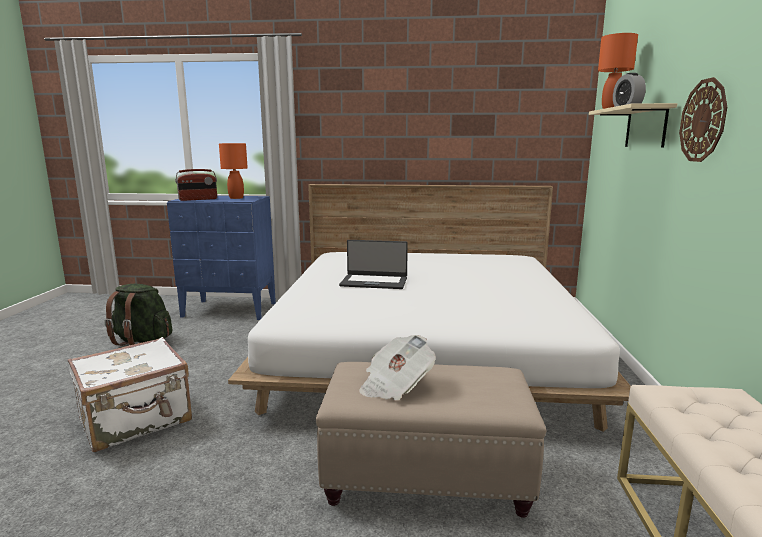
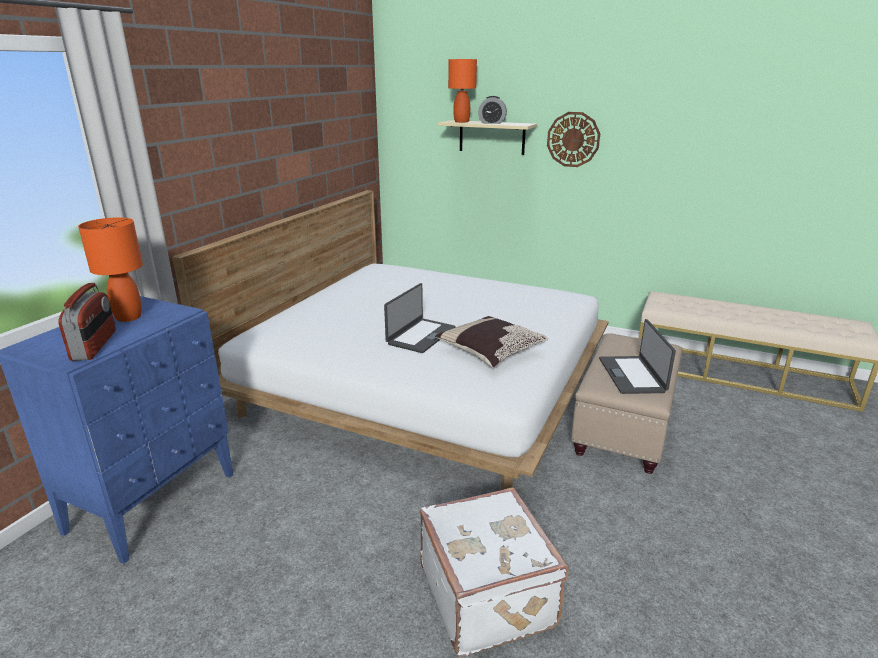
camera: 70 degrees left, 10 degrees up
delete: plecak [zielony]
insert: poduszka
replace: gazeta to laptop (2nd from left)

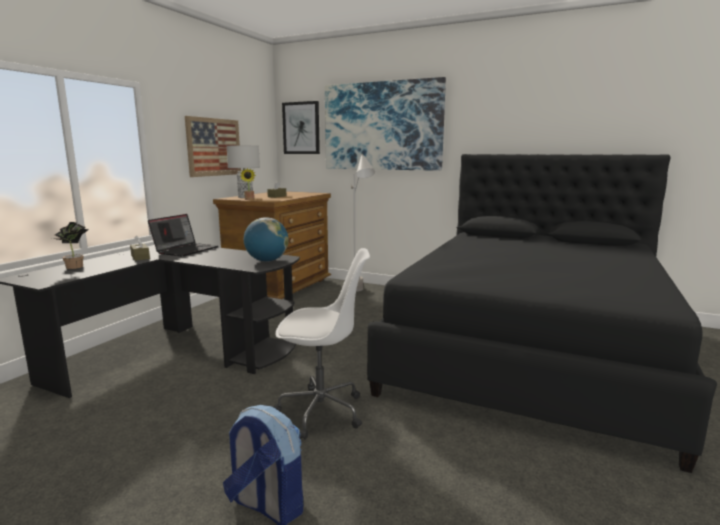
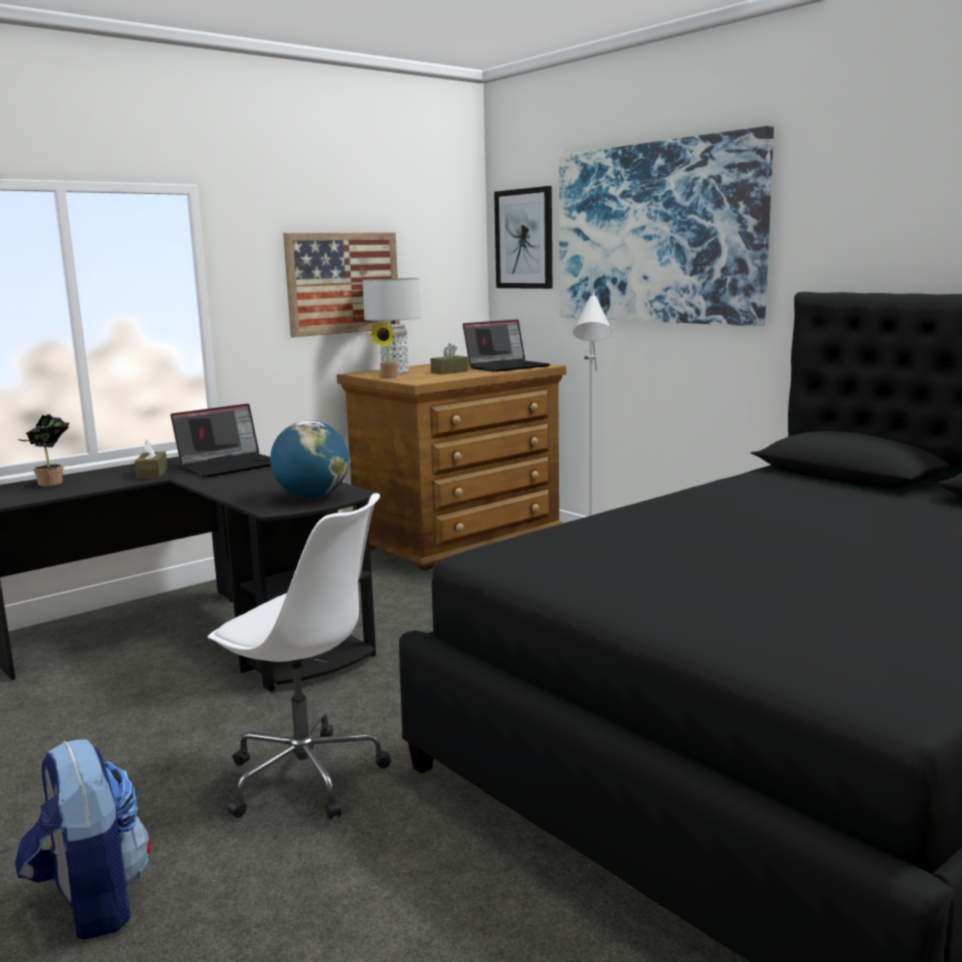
camera: 25 degrees right, 0 degrees up
insert: laptop (2nd from left)

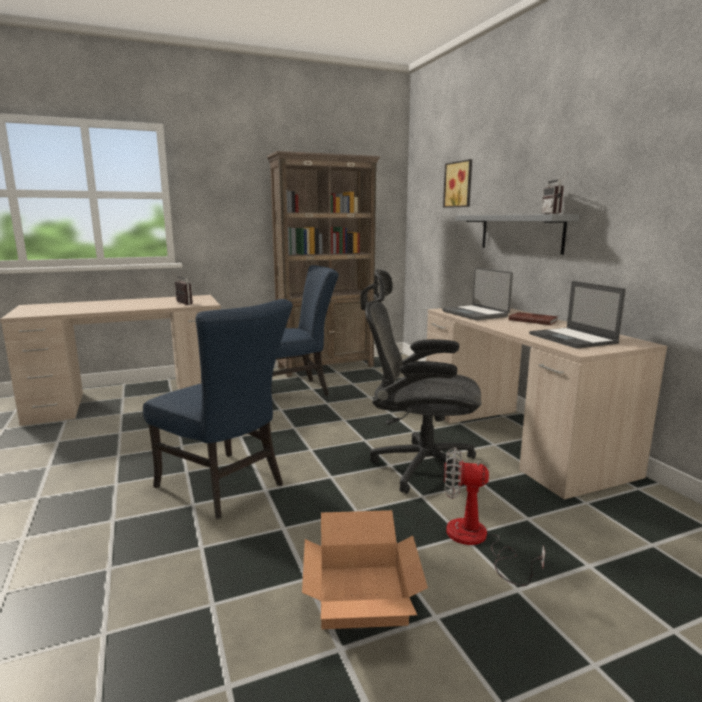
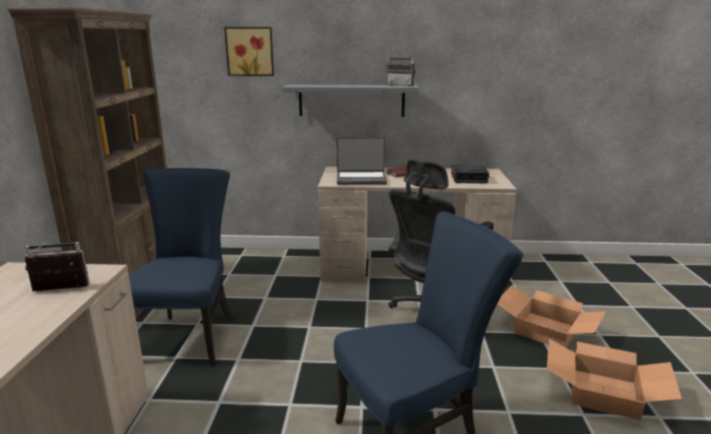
camera: 65 degrees left, 5 degrees up
replace: laptop (2nd from left) to budzik; wentylator to karton (1st from left)

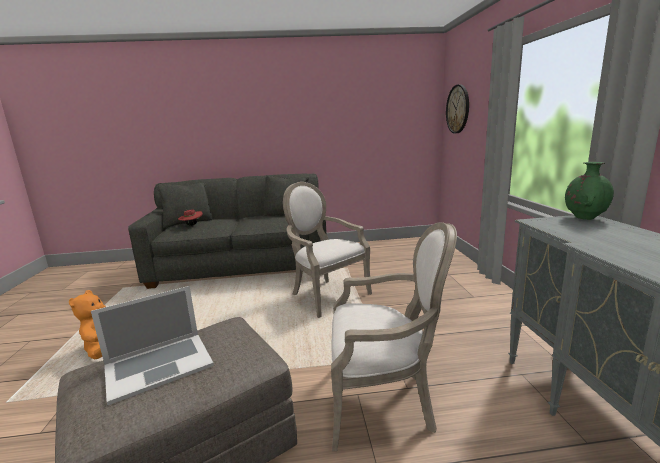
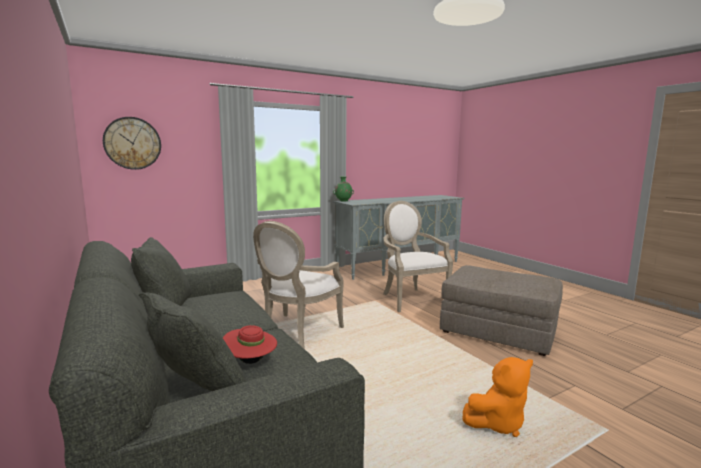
camera: 115 degrees left, 5 degrees down
delete: laptop

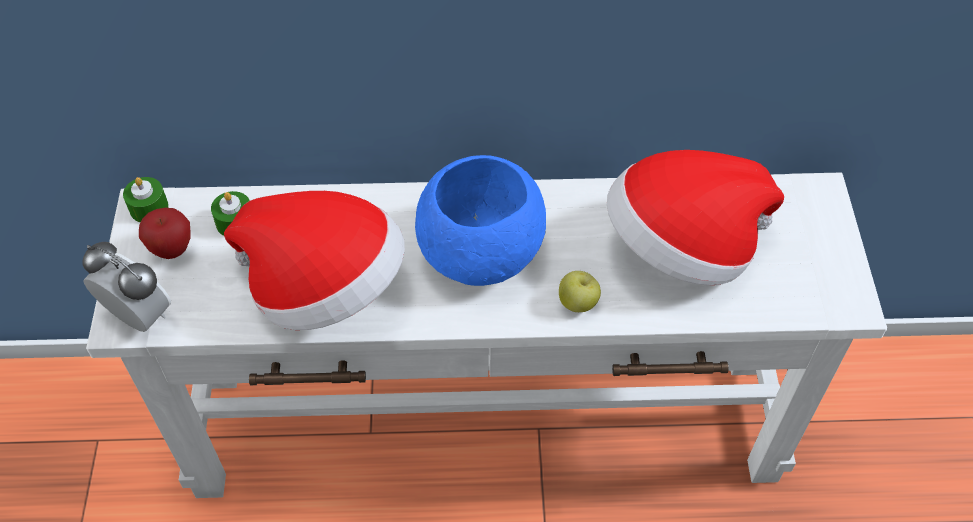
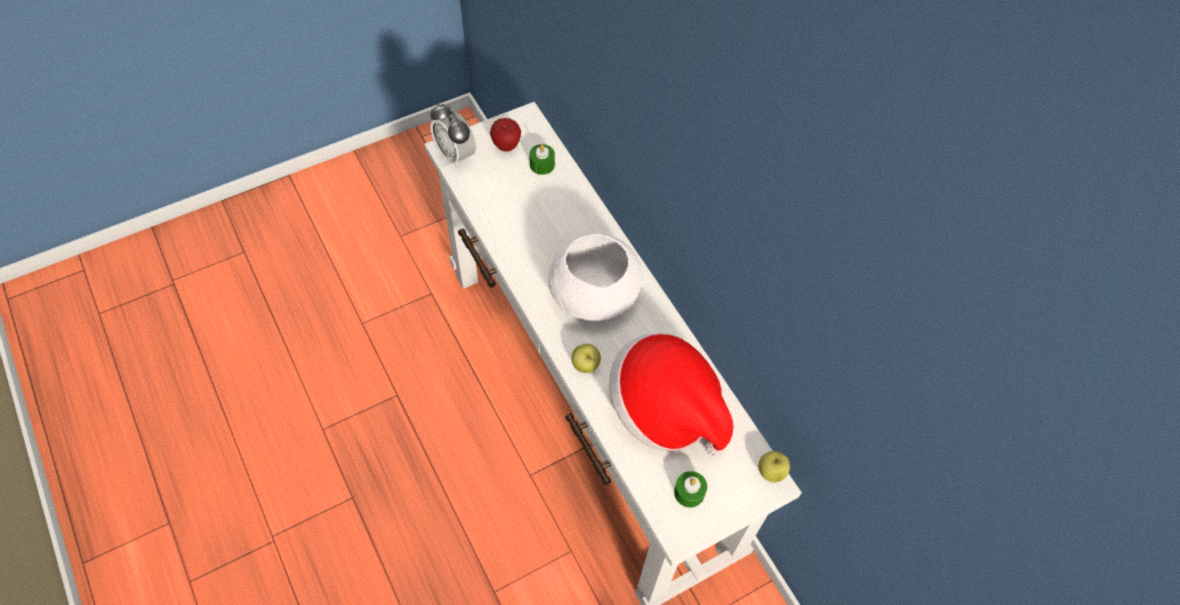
camera: 60 degrees right, 5 degrees up
delete: kapelusz (1st from left)
insert: jabłko (3rd from left)
move: świeca [zielony] (1st from left in the first image) to świeca [zielony] (2nd from left)
recolor: miska [niebieski] to miska [biały]
rotate: budzik 135 degrees clockwise

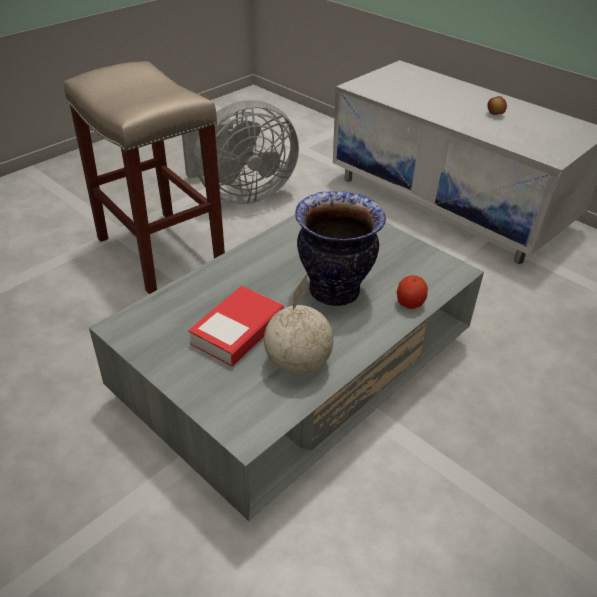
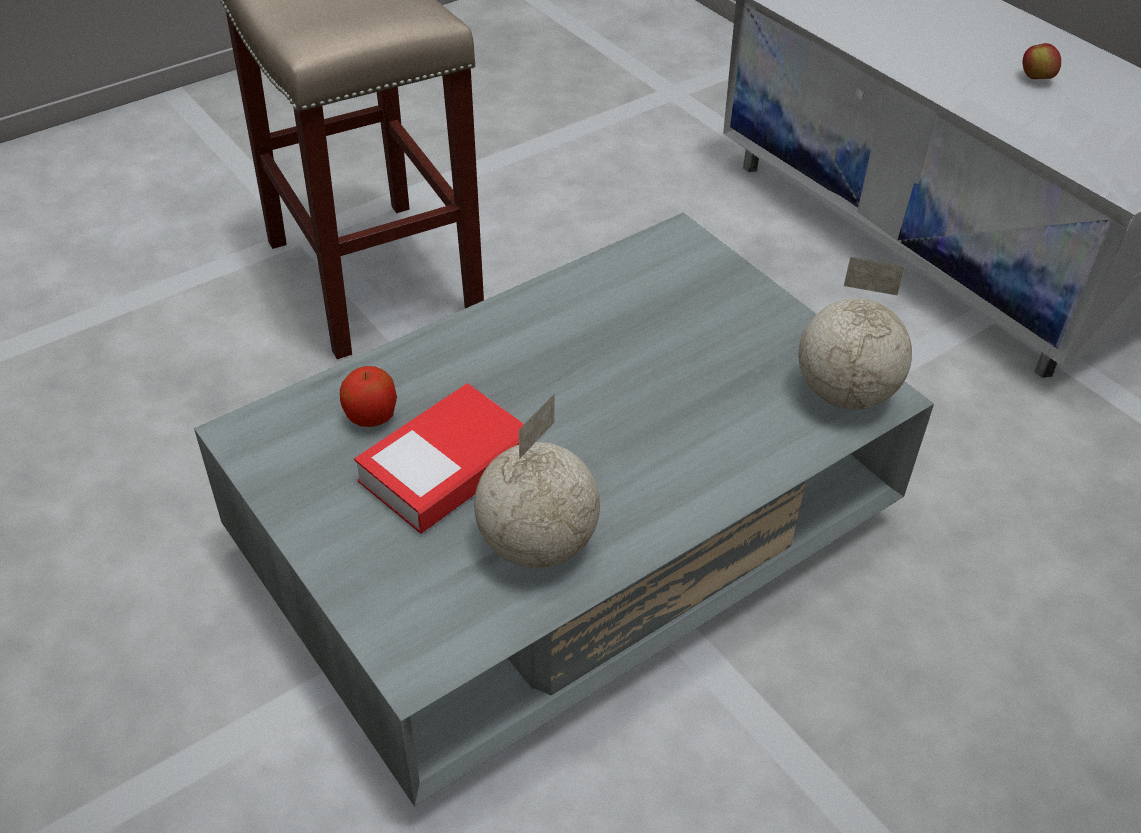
camera: 10 degrees right, 5 degrees up
delete: wentylator [szary]; wazon
insert: globus (2nd from left)
move: jabłko (1st from left)

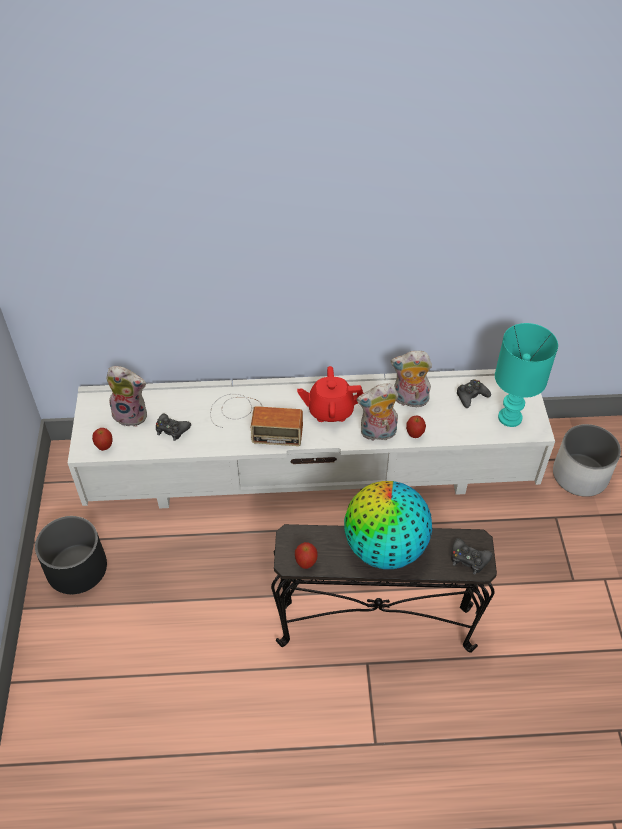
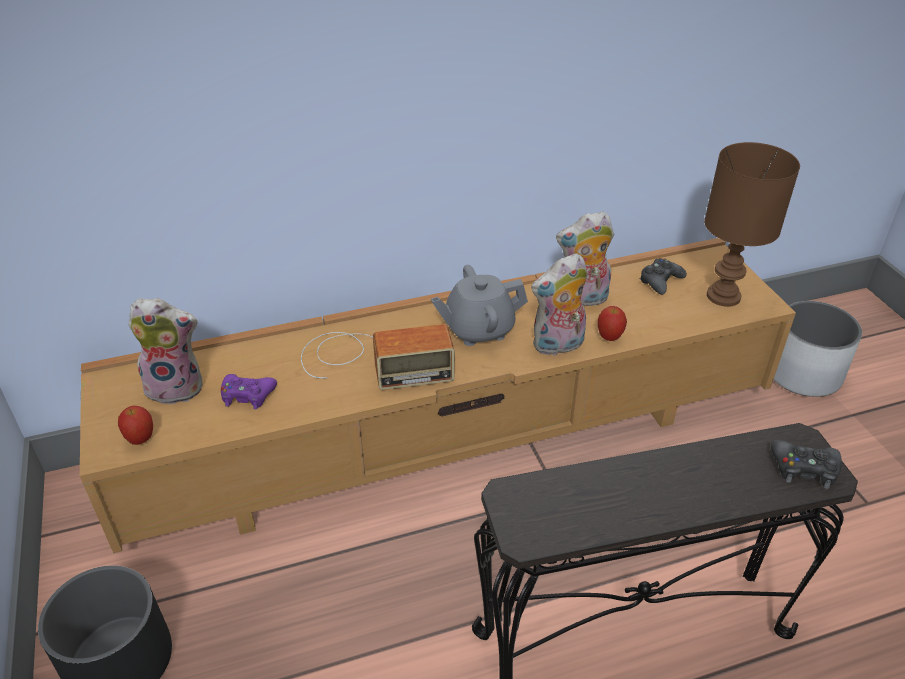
camera: 15 degrees left, 10 degrees down
delete: jabłko (2nd from left); globus
recolor: szafka pod telewizor [biały] to szafka pod telewizor [brązowy]; pad do gier [czarny] (1st from left) to pad do gier [fioletowy]; imbryk [czerwony] to imbryk [szary]; lampa stołowa [turkusowy] to lampa stołowa [brązowy]

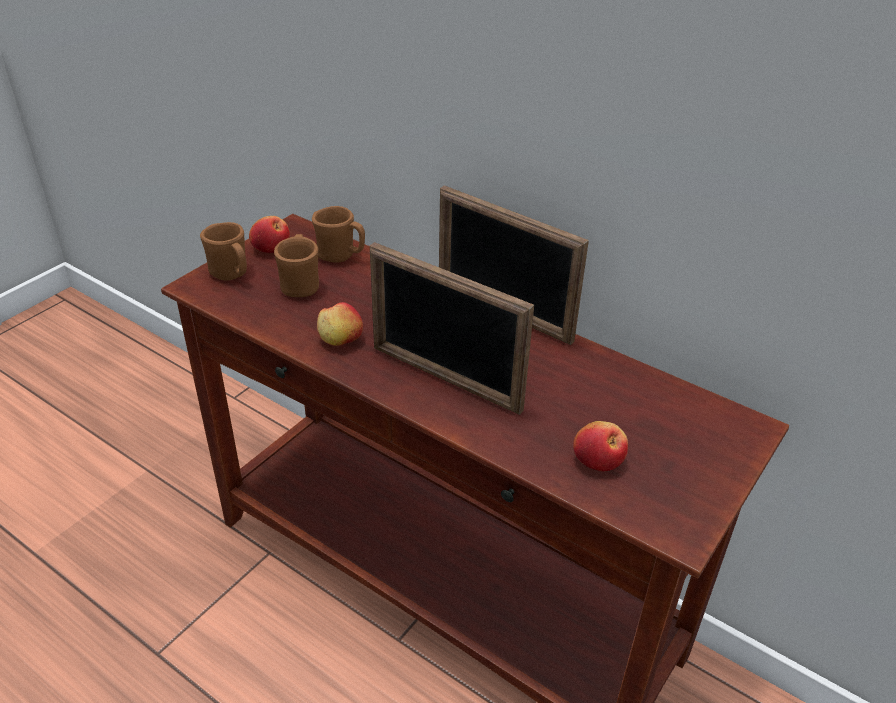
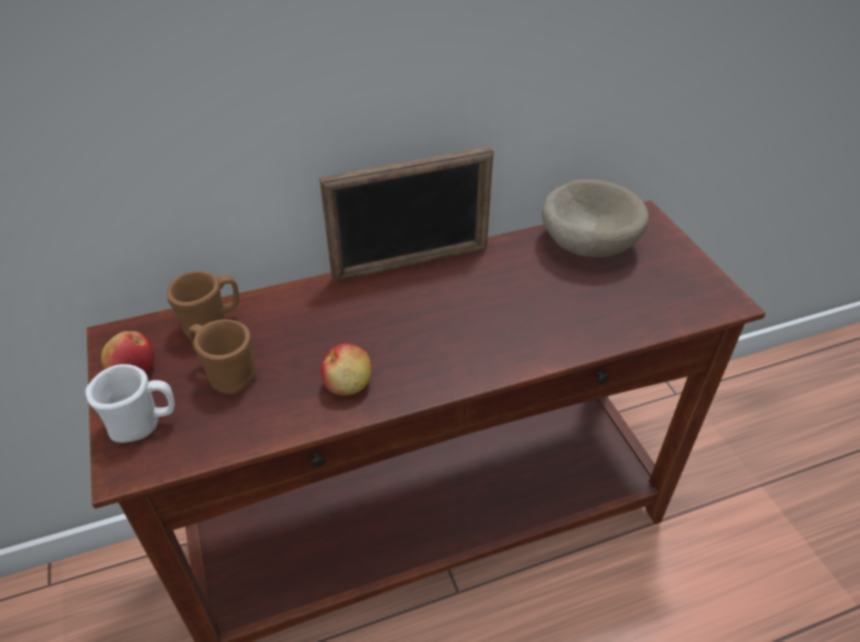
camera: 55 degrees left, 5 degrees up
delete: ramka na zdjęcie (1st from left); jabłko (3rd from left)
insert: miska [beżowy]
recolor: kubek [brązowy] (1st from left) to kubek [biały]

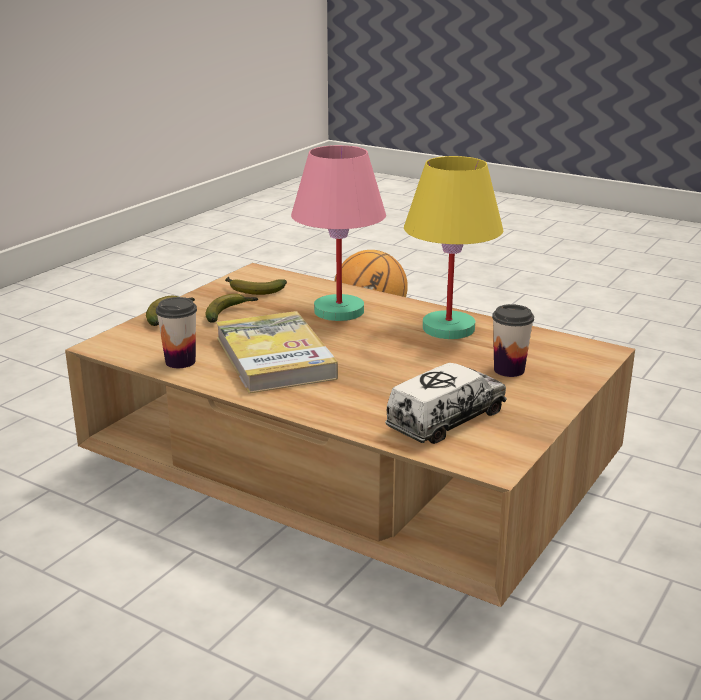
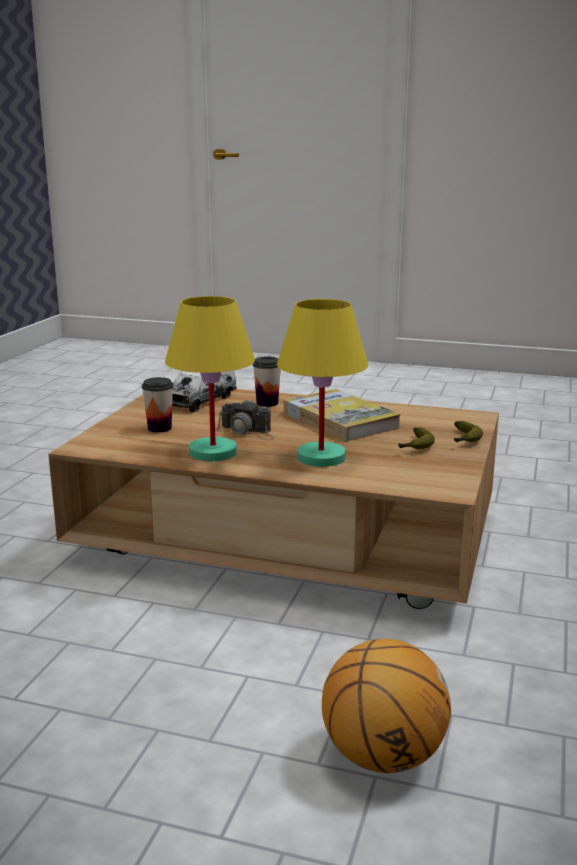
camera: 165 degrees right, 5 degrees down
delete: banan (3rd from left)
insert: aparat fotograficzny
move: filiżanka (1st from left in the first image) to filiżanka (2nd from left)
recolor: lampa stołowa [różowy] to lampa stołowa [żółty] (2nd from left)

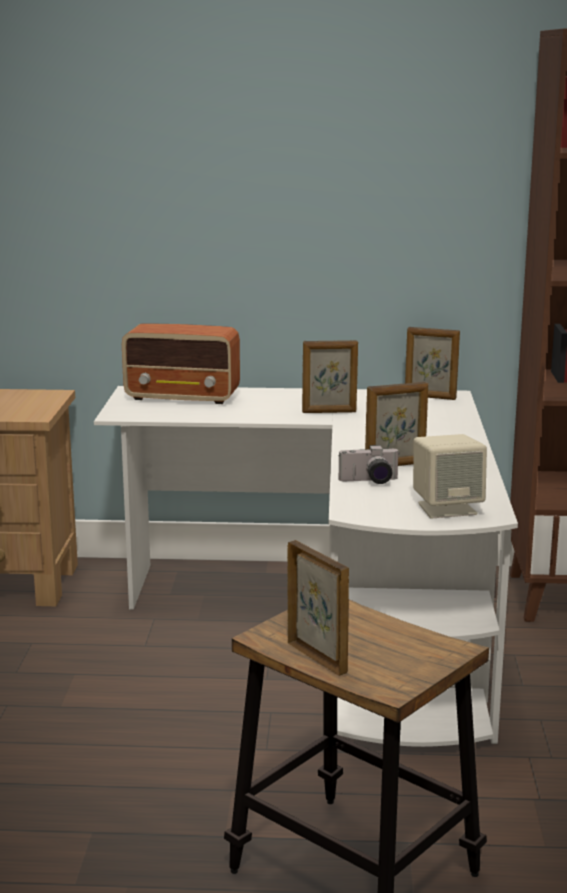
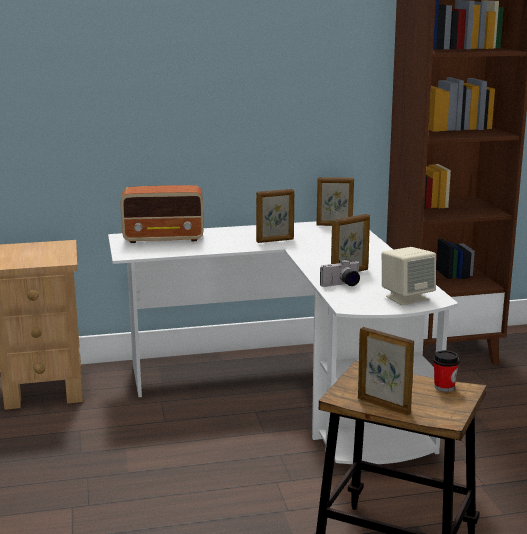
camera: 15 degrees left, 0 degrees up
insert: filiżanka

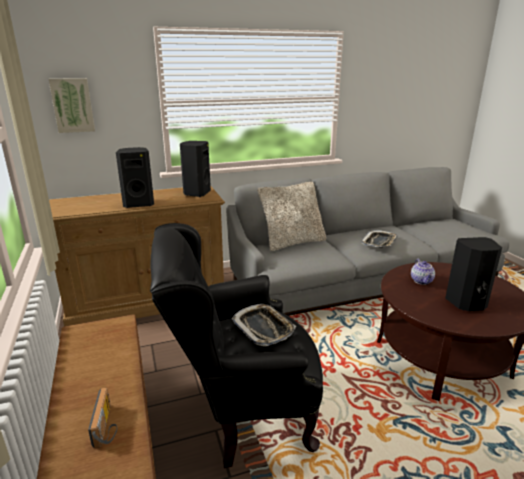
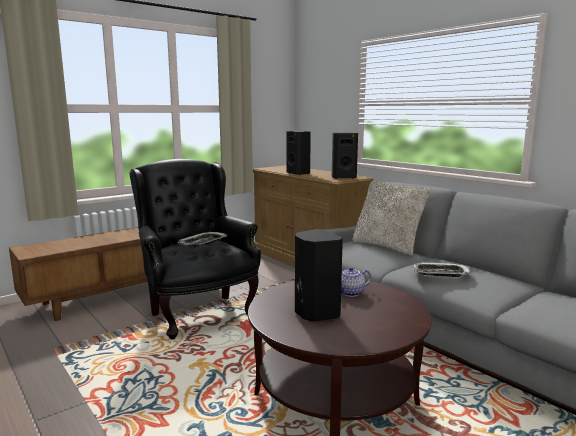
camera: 70 degrees right, 10 degrees down
delete: obraz; radio

